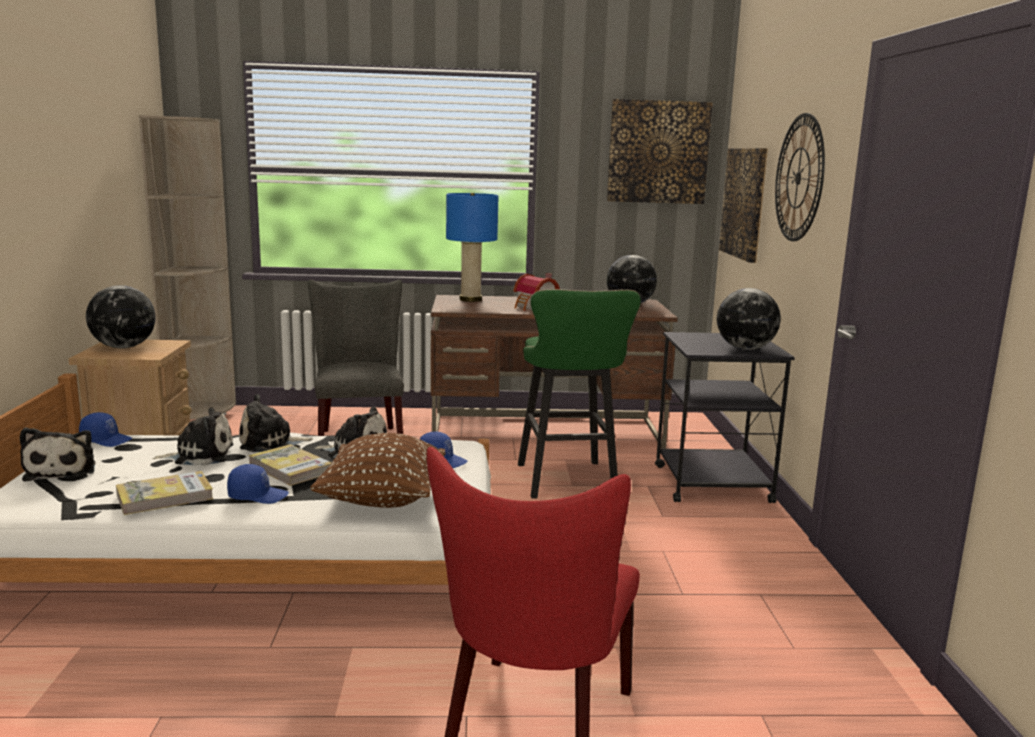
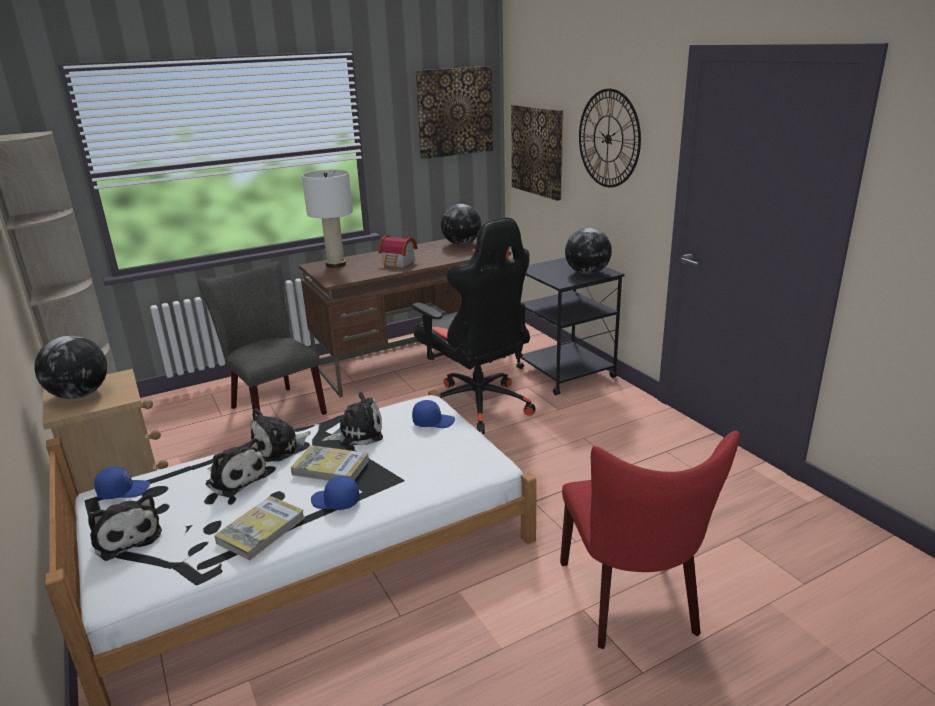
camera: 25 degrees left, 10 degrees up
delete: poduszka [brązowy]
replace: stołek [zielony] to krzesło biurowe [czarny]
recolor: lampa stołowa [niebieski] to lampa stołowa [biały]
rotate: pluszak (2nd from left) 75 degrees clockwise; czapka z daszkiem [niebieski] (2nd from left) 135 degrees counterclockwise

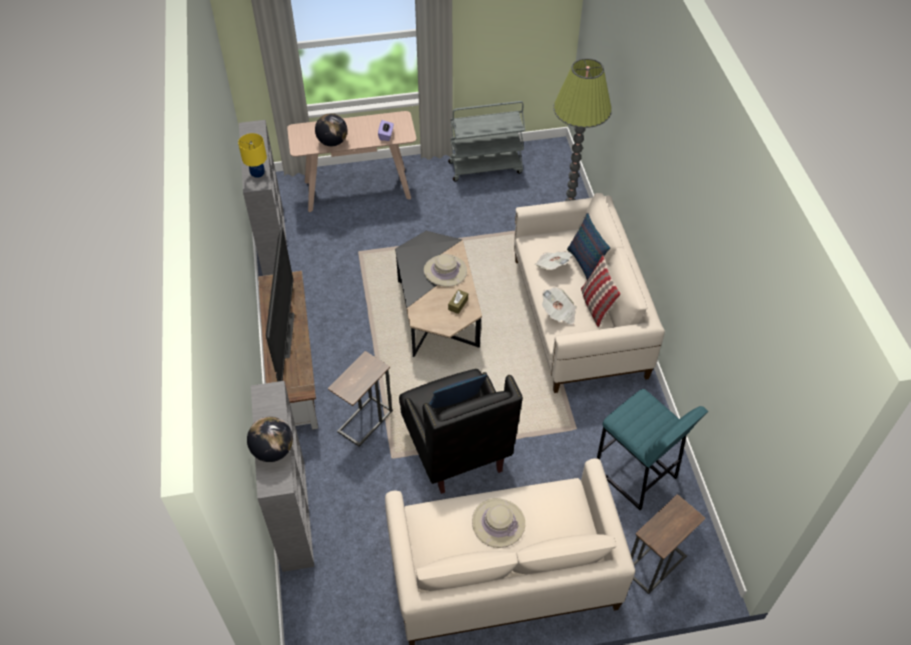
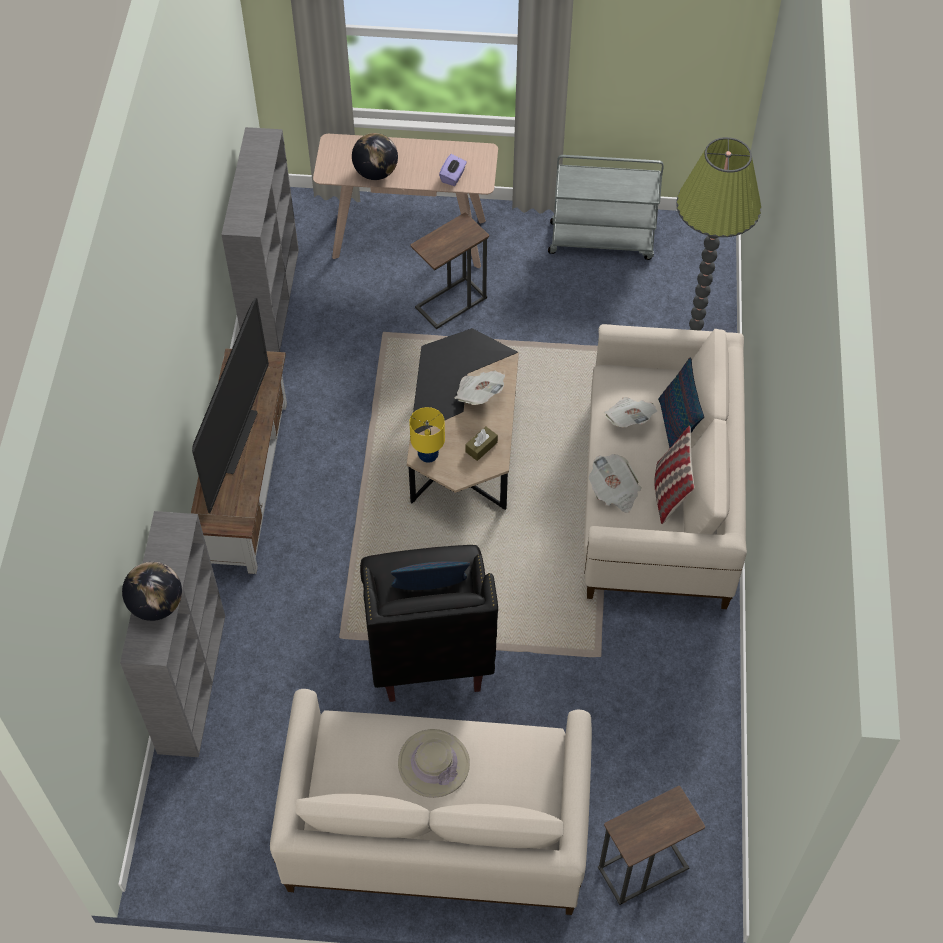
camera: 15 degrees right, 5 degrees up
delete: stołek [turkusowy]
move: lampa stołowa [żółty]; stolik [brązowy] (1st from left)
replace: kapelusz [beżowy] (1st from left) to gazeta (1st from left)

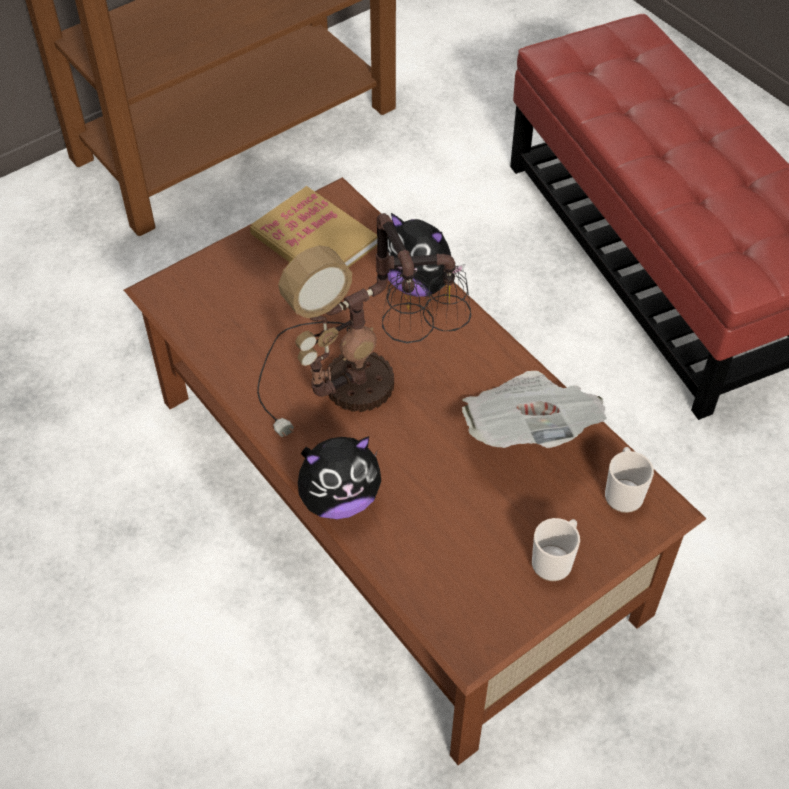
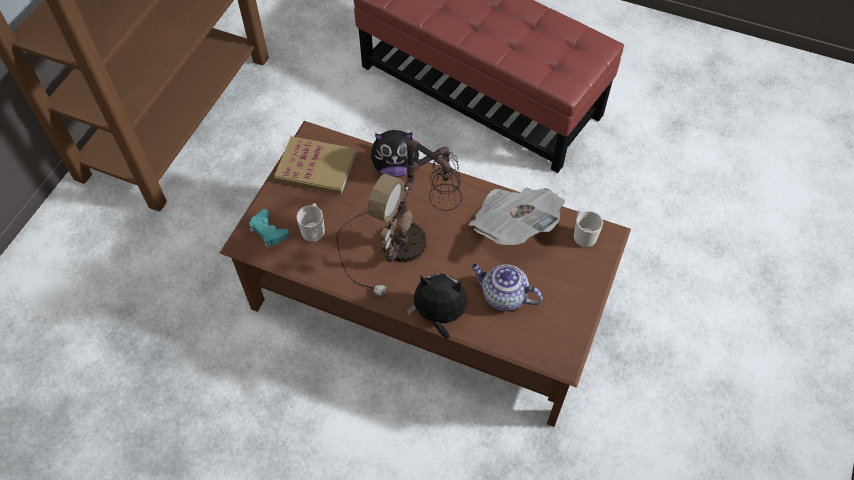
camera: 30 degrees left, 5 degrees up
insert: pad do gier [turkusowy]; imbryk
move: kubek (1st from left)
rotate: pluszak (1st from left in the first image) 120 degrees counterclockwise

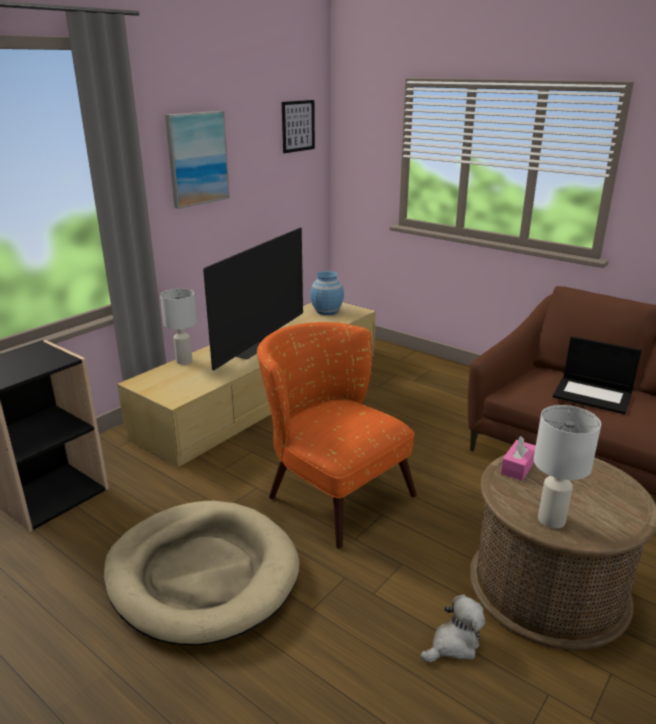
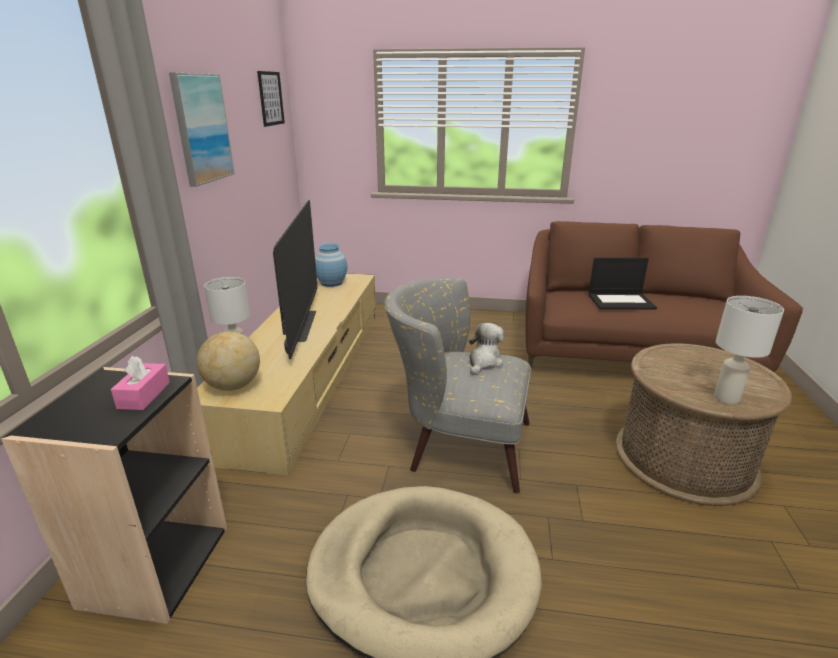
camera: 30 degrees left, 0 degrees up
insert: globus
move: pudełko chusteczek [różowy]; pluszak
recolor: fotel [pomarańczowy] to fotel [szary]

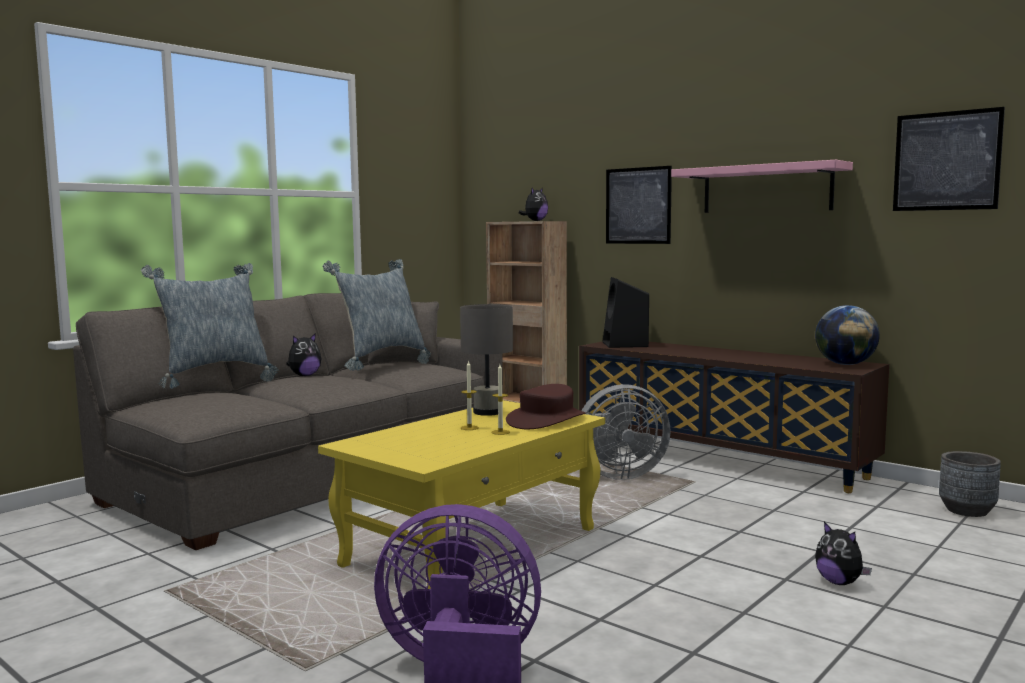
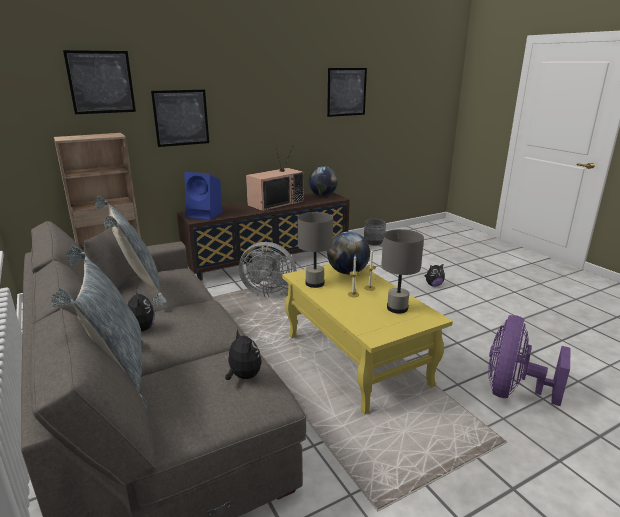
camera: 70 degrees left, 15 degrees up
delete: półka [różowy]
insert: obraz (1st from left); telewizor; lampa stołowa [szary] (2nd from left)
move: pluszak (2nd from left)
replace: kapelusz [brązowy] to globus (2nd from left)
recolor: głośnik [czarny] to głośnik [niebieski]
rotate: wentylator [szary] 90 degrees clockwise

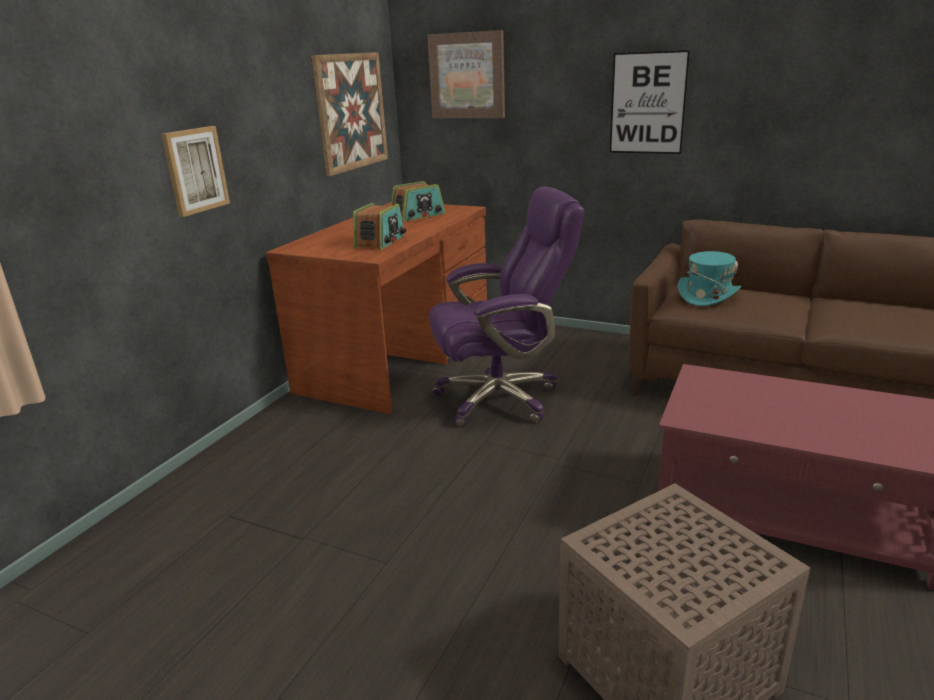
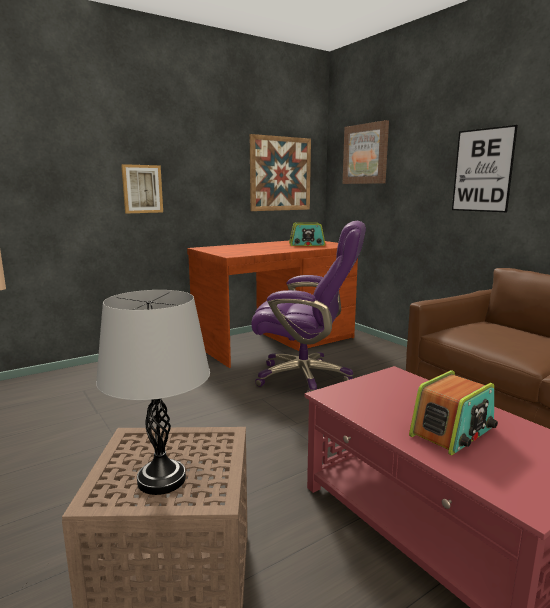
camera: 30 degrees right, 10 degrees down
delete: kapelusz [turkusowy]
insert: lampa stołowa [szary]
move: radio (1st from left in the first image) to radio (2nd from left)

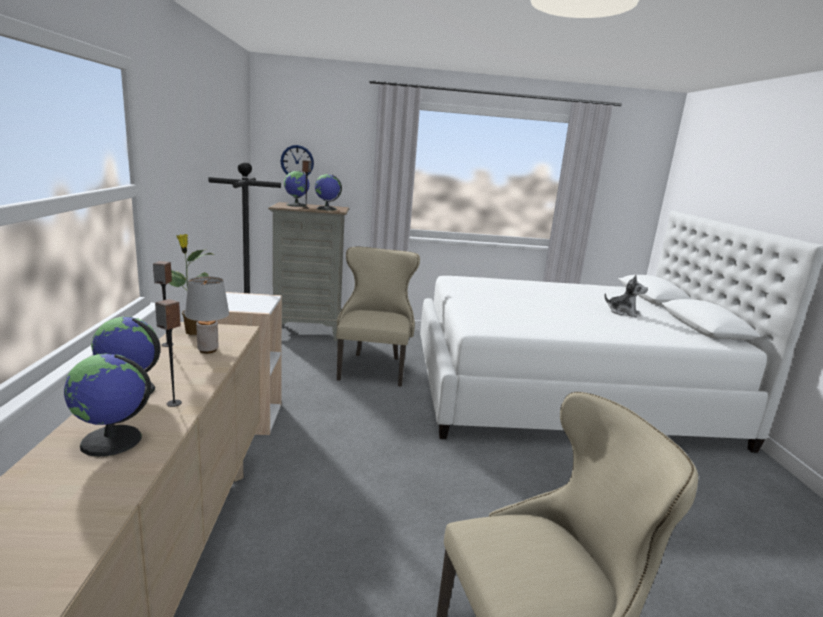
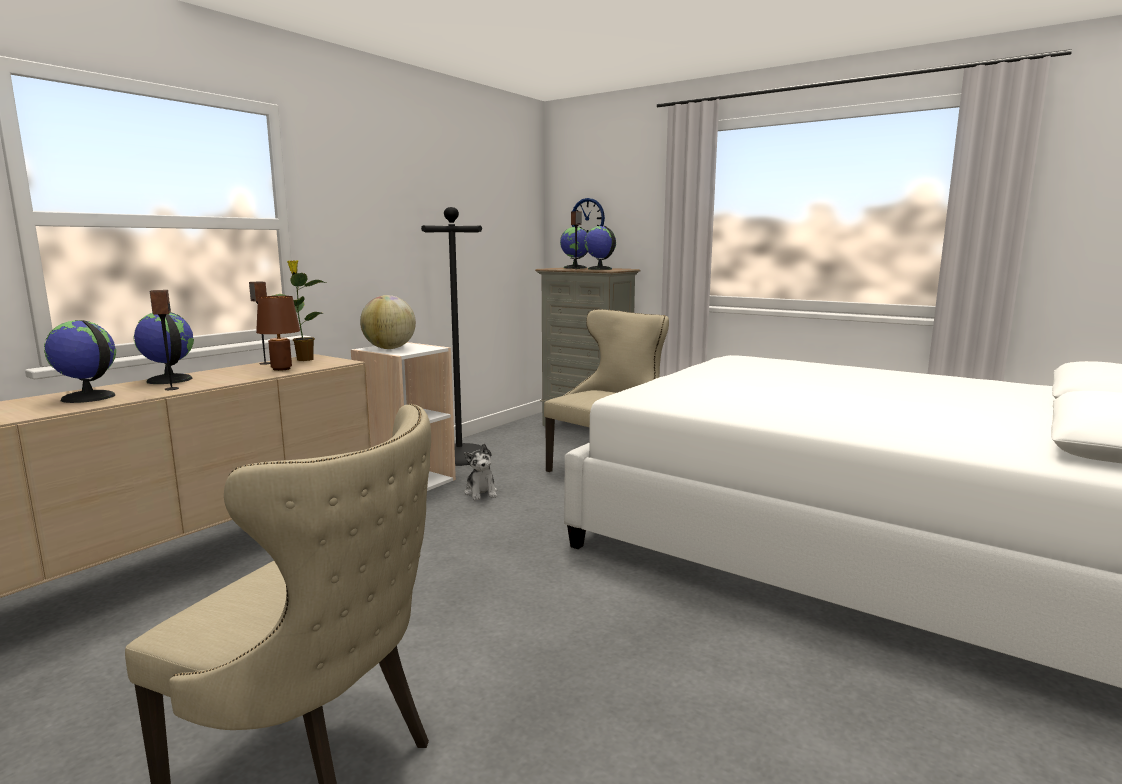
camera: 40 degrees right, 5 degrees down
insert: globus (3rd from left)
move: pluszak
recolor: lampa stołowa [szary] to lampa stołowa [brązowy]

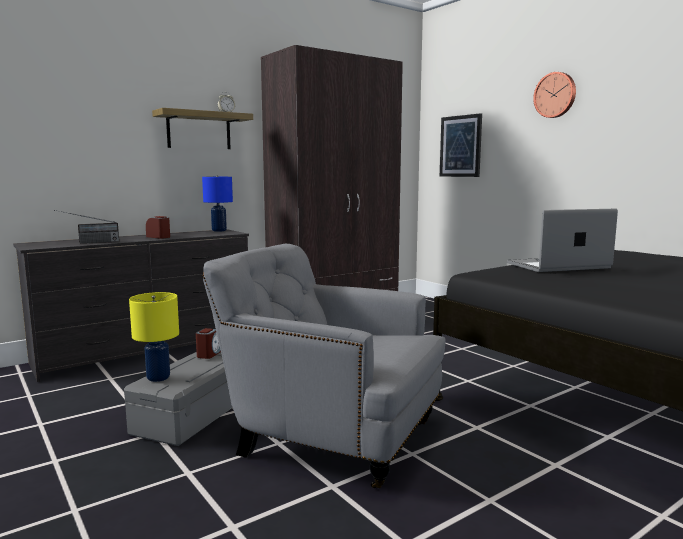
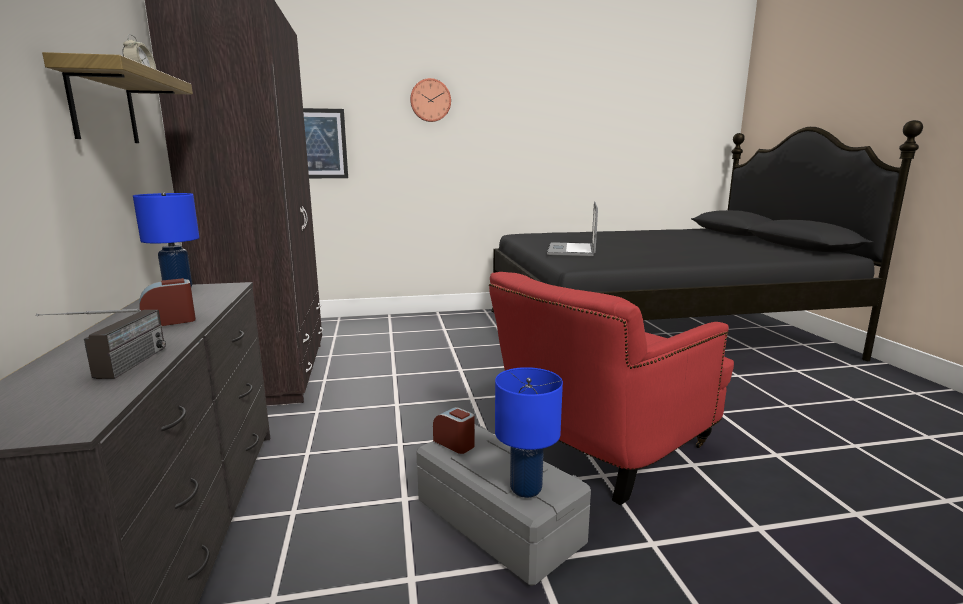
camera: 65 degrees left, 5 degrees up
recolor: fotel [szary] to fotel [czerwony]; lampa stołowa [żółty] to lampa stołowa [niebieski] (2nd from left)

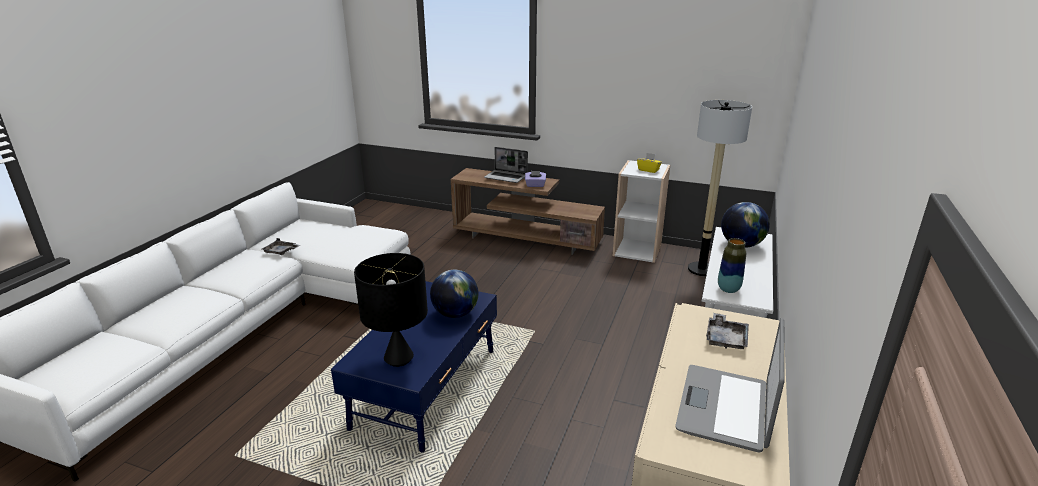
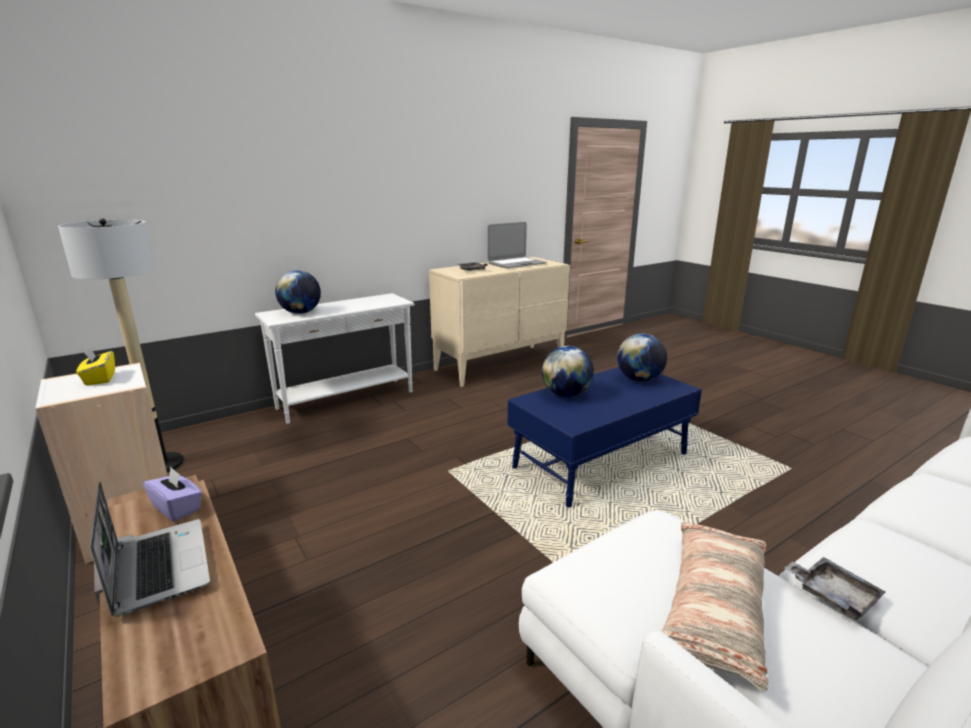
camera: 145 degrees left, 5 degrees down
delete: wazon
insert: poduszka
replace: lampa stołowa [czarny] to globus (3rd from left)

